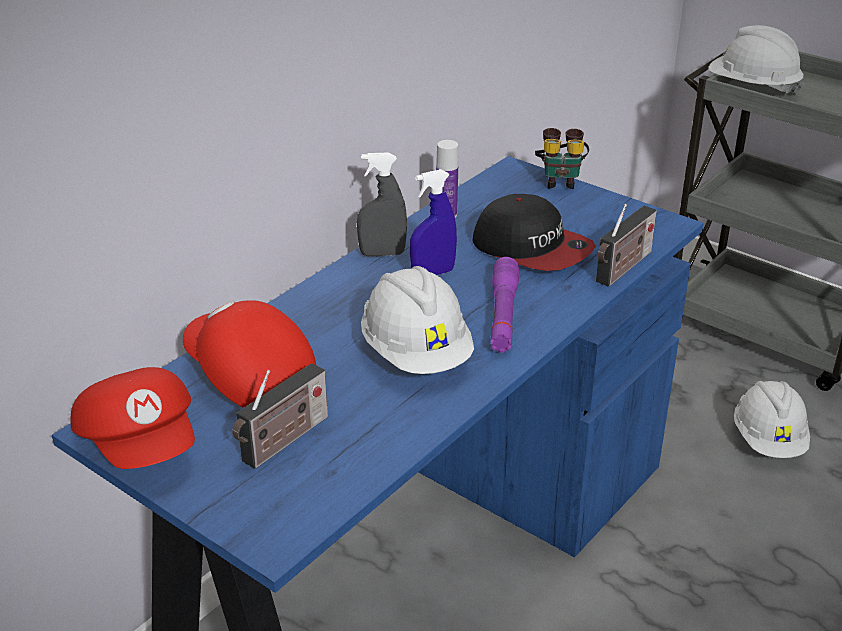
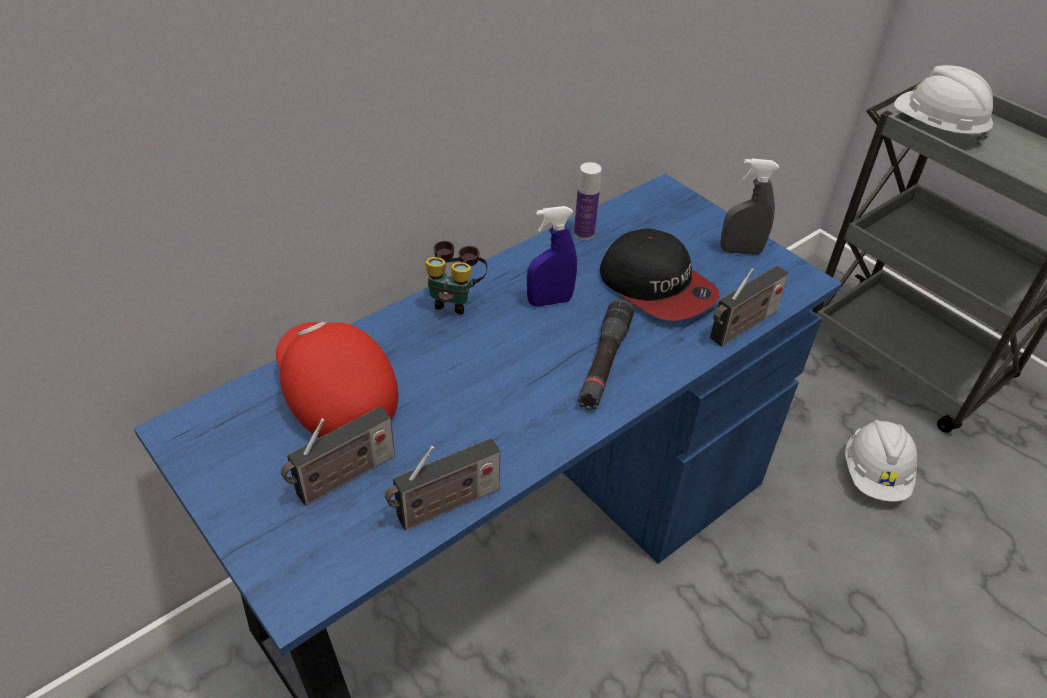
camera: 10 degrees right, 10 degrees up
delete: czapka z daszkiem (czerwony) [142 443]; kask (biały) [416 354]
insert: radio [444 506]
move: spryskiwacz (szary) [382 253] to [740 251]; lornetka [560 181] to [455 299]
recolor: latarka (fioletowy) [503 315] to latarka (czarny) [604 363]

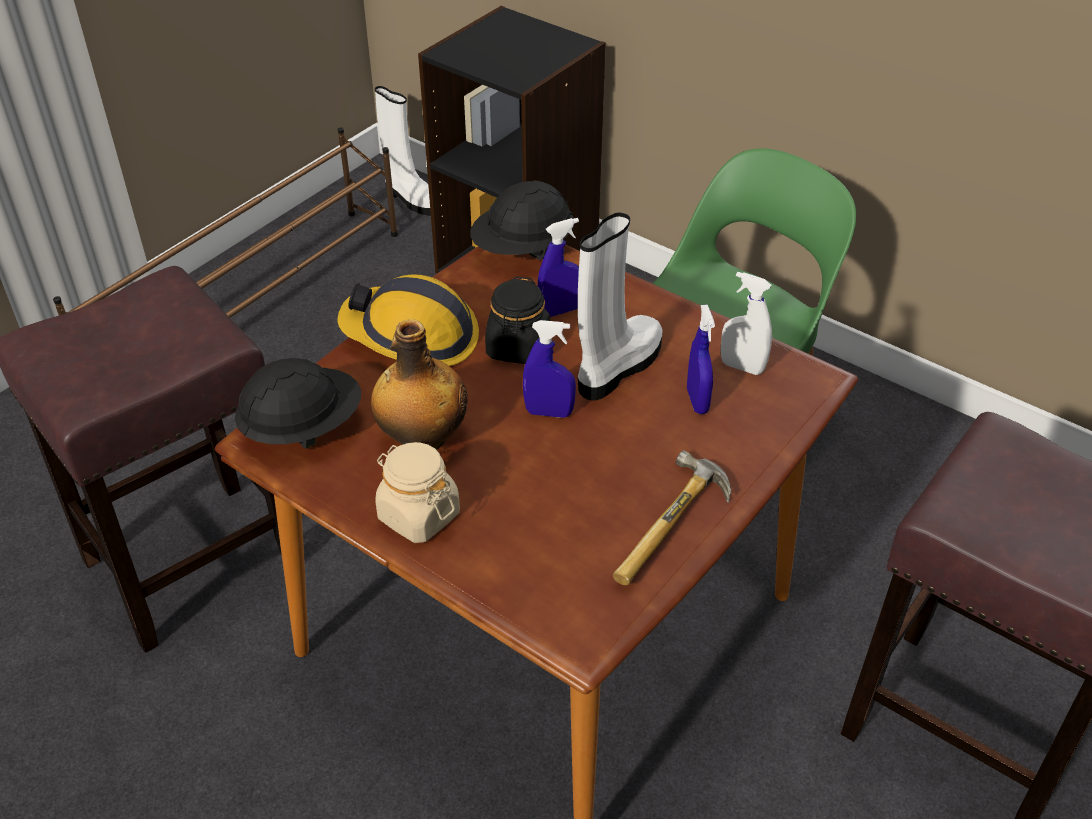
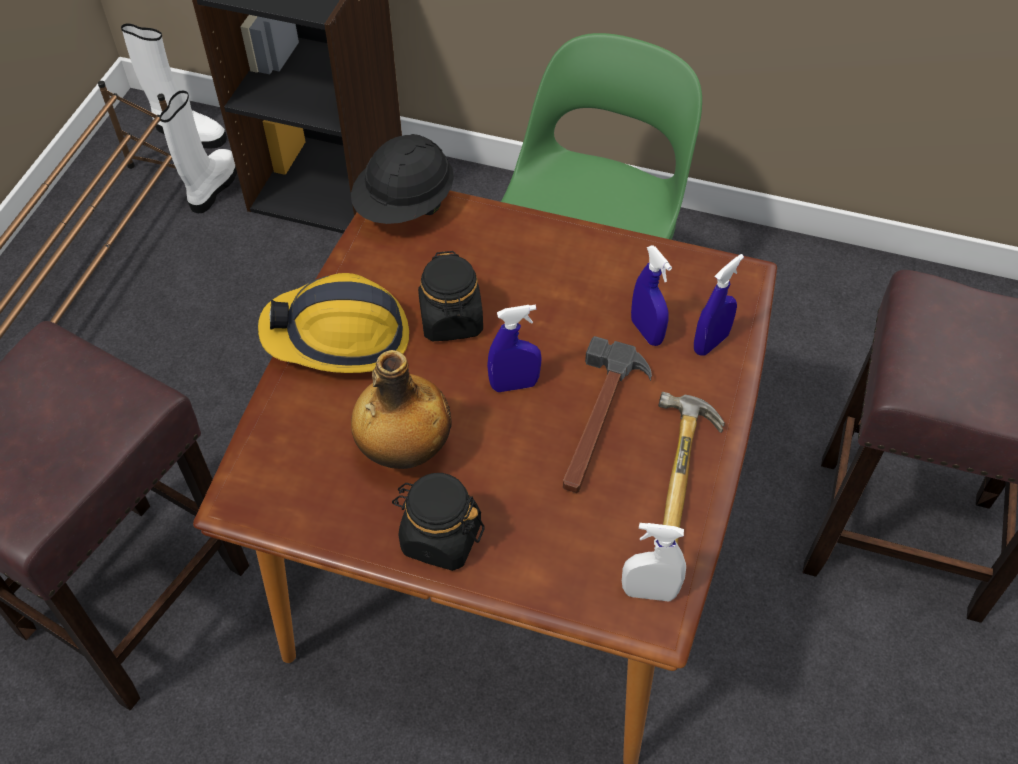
camera: 20 degrees left, 10 degrees up
delete: kask (czarny) [303 428]
insert: młotek [598 420]
move: spryskiwacz (niebieski) [560 311] to [710 343]; but z cholewką (biały) [617 367] to [212 187]; spryskiwacz (biały) [742 367] to [649 592]
recolor: słoik (beżowy) [418 515] to słoik (czarny) [440 537]

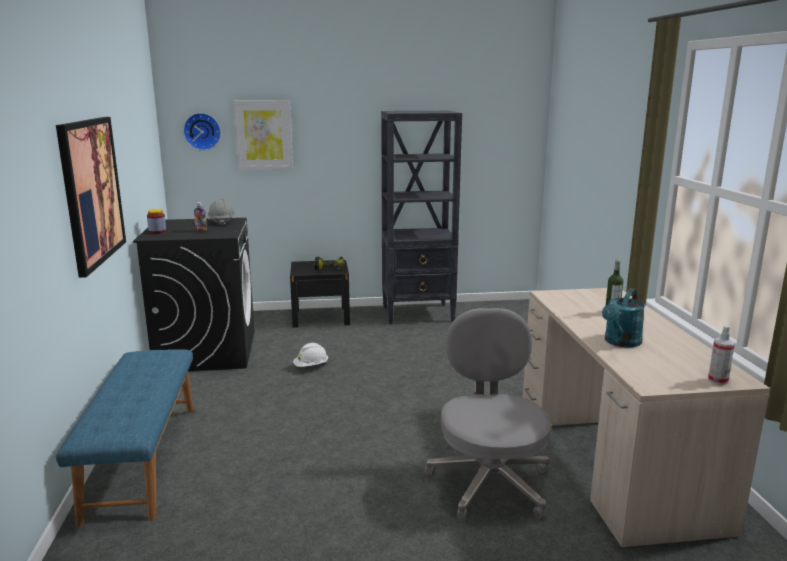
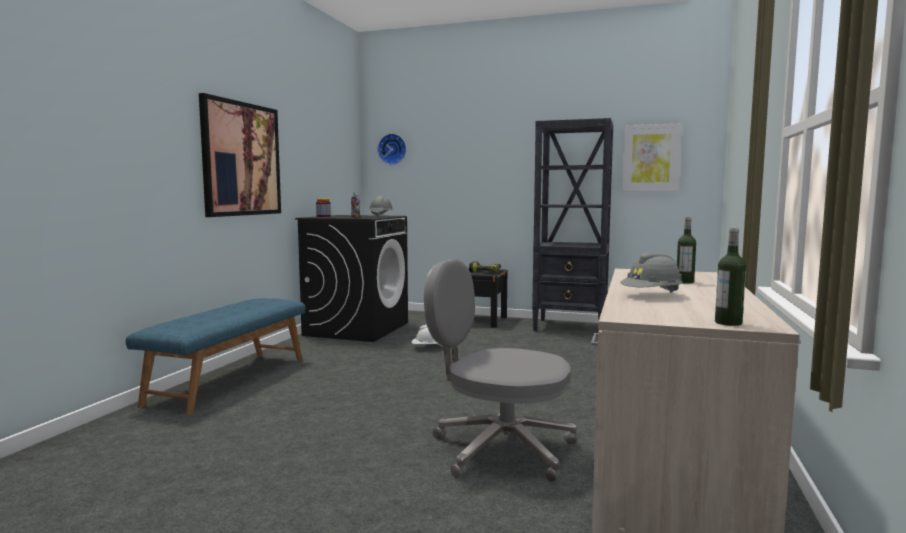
camera: 25 degrees right, 10 degrees down
move: obraz [263 135] to [650 158]
replace: konewka (turkusowy) [620 342] to kask (szary) [651 295]; spryskiwacz [717 380] to butelka [728 323]
rotate: krzesło biurowe (szary) [490 481] = [500 449] 90 degrees counterclockwise

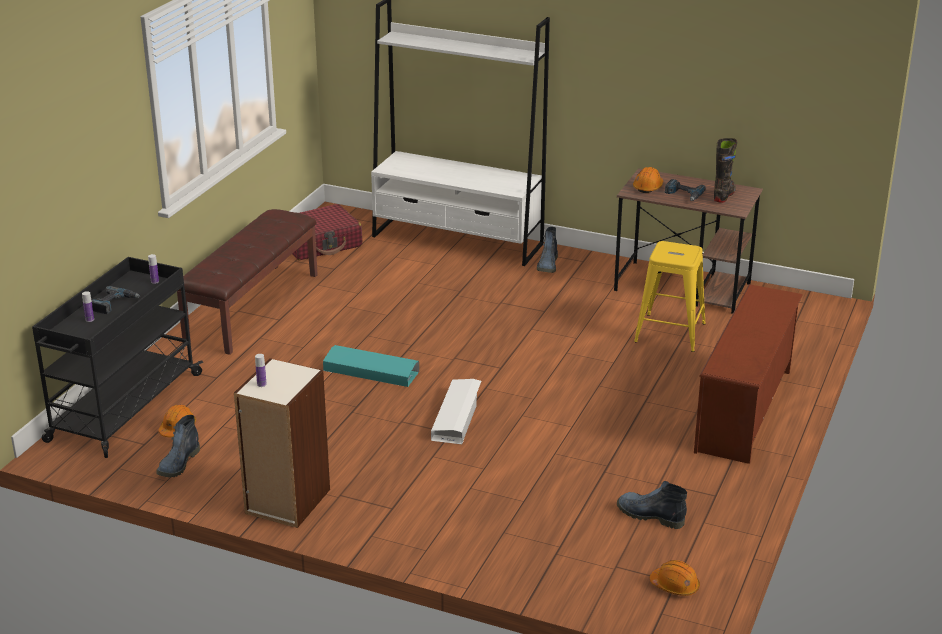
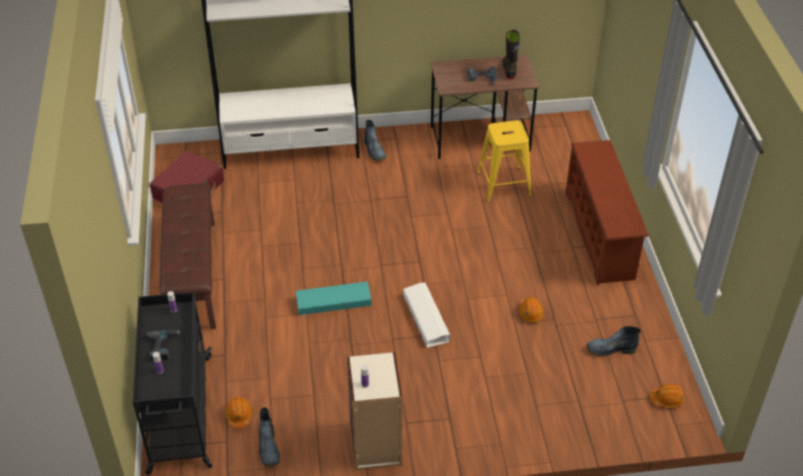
camera: 30 degrees left, 15 degrees up
move: kask (pomarańczowy) [648 187] to [530 313]

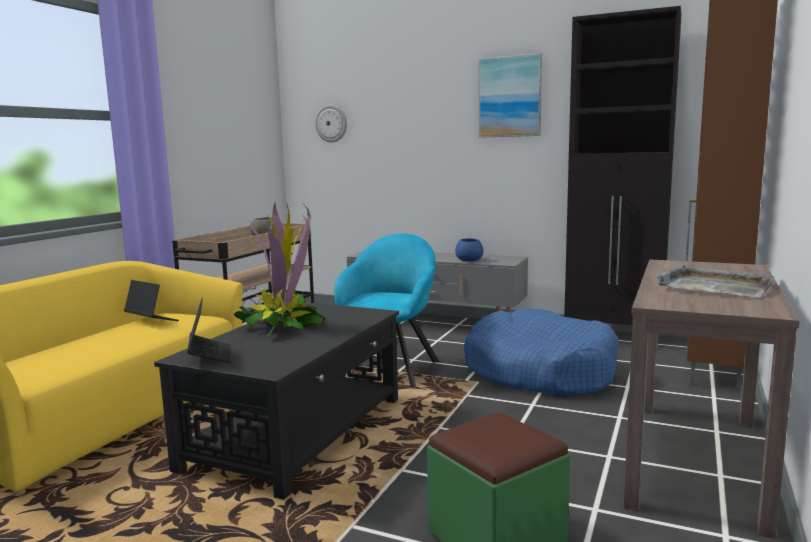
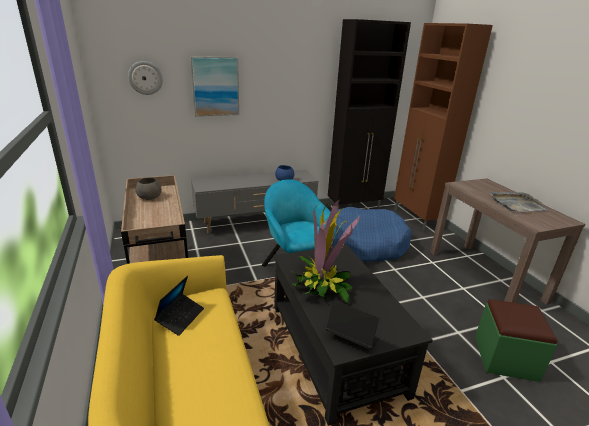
camera: 45 degrees left, 15 degrees up
move: obraz [510 97] to [215 86]
rotate: laptop [151 321] = [180 317] 120 degrees clockwise

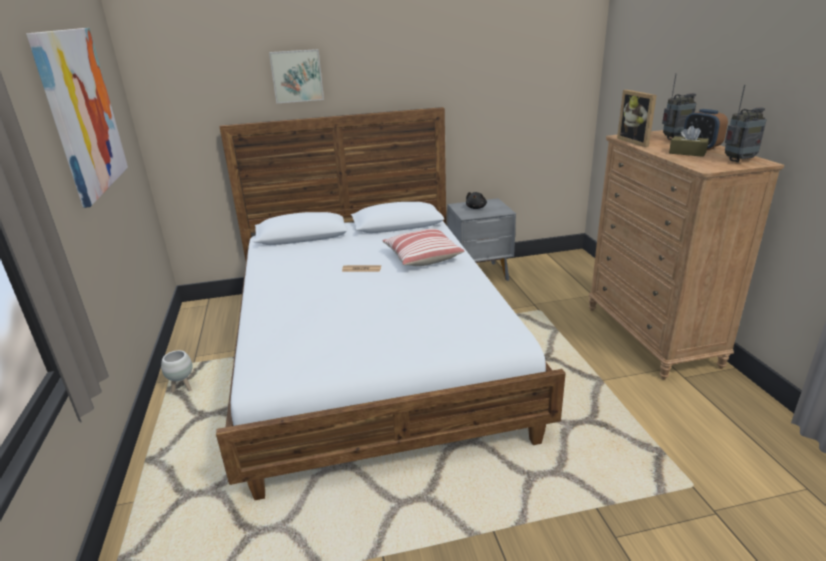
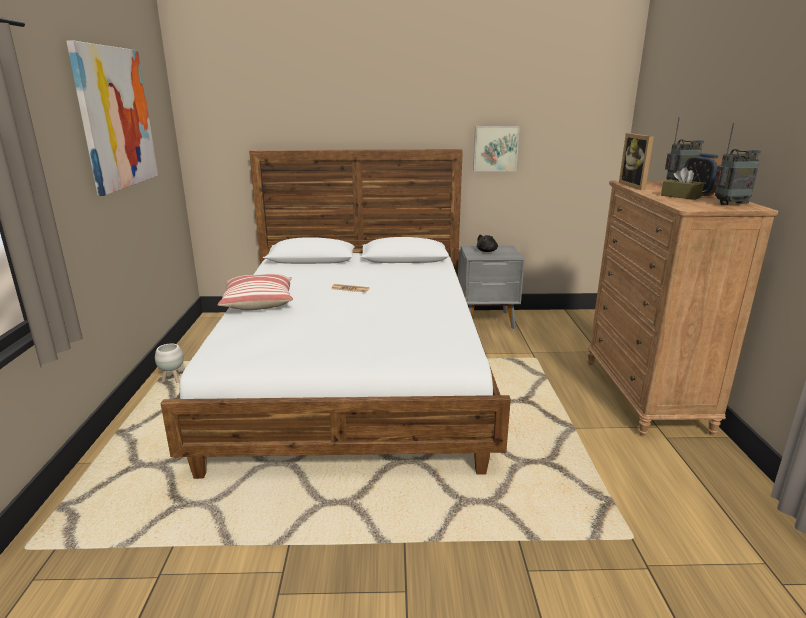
camera: 10 degrees right, 5 degrees down
move: obraz [297 76] to [495 148]; poduszka [422 257] to [258 302]

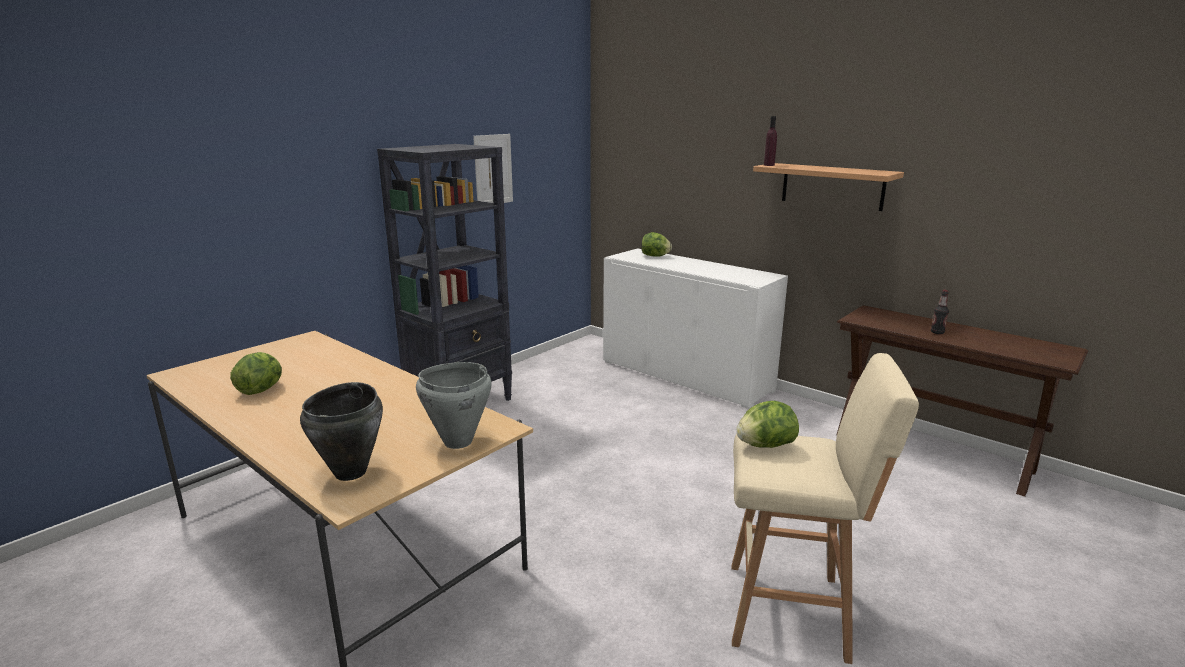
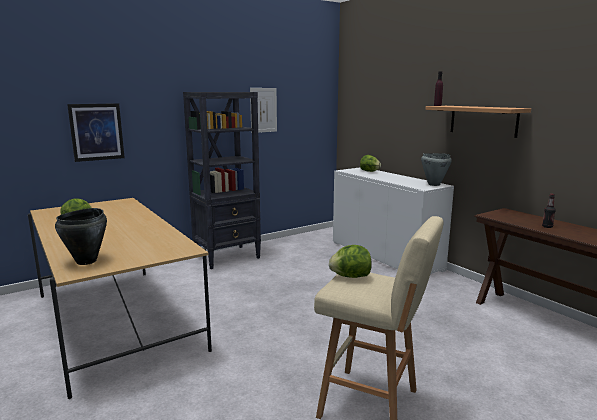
camera: 15 degrees right, 5 degrees down
insert: obraz [96 132]
move: garnek (szary) [457 441] to [433 184]

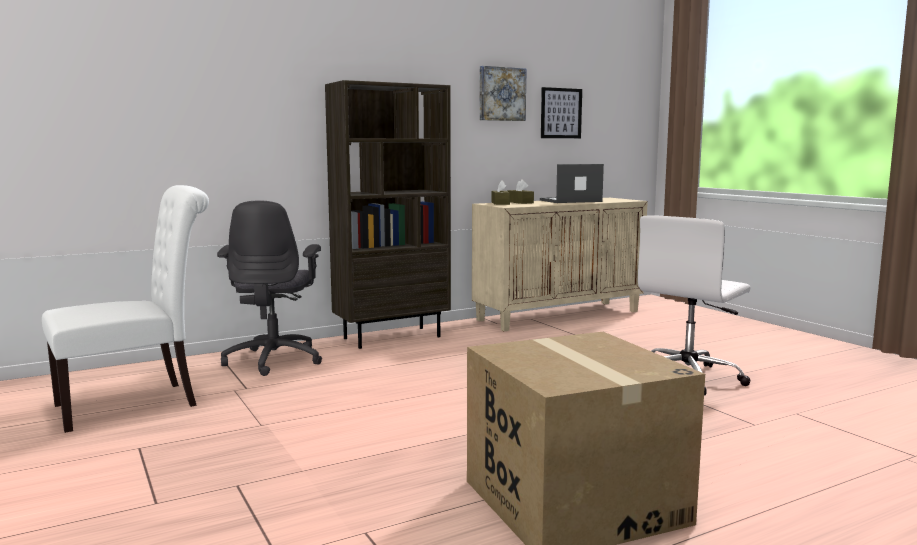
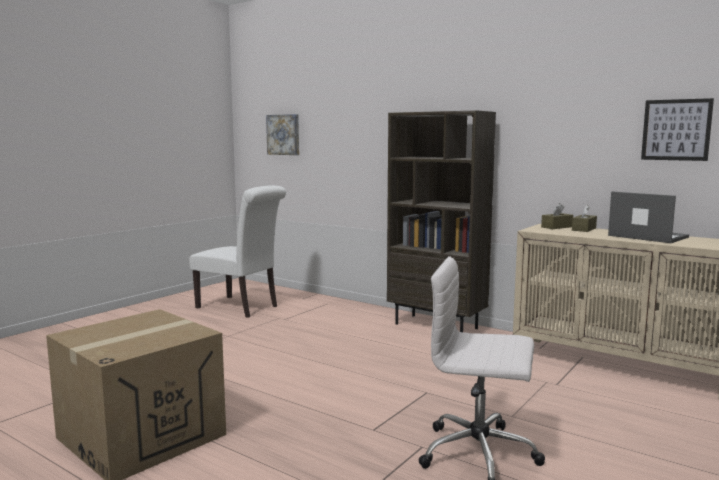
camera: 65 degrees right, 0 degrees up
delete: krzesło biurowe (szary) [275 360]
move: obraz [501 94] to [284 134]

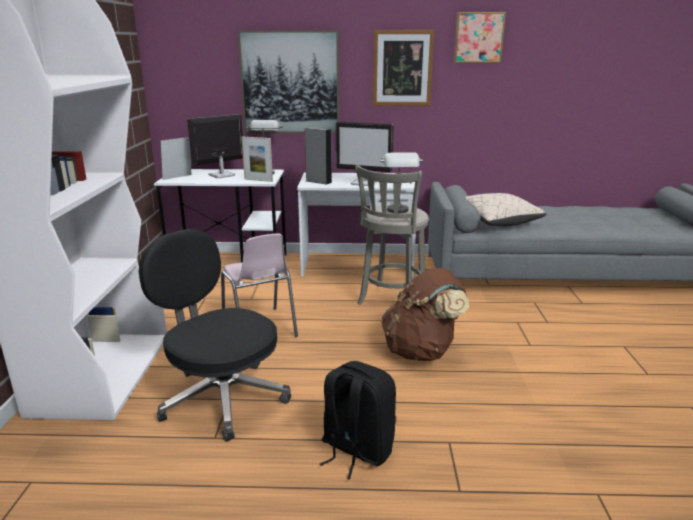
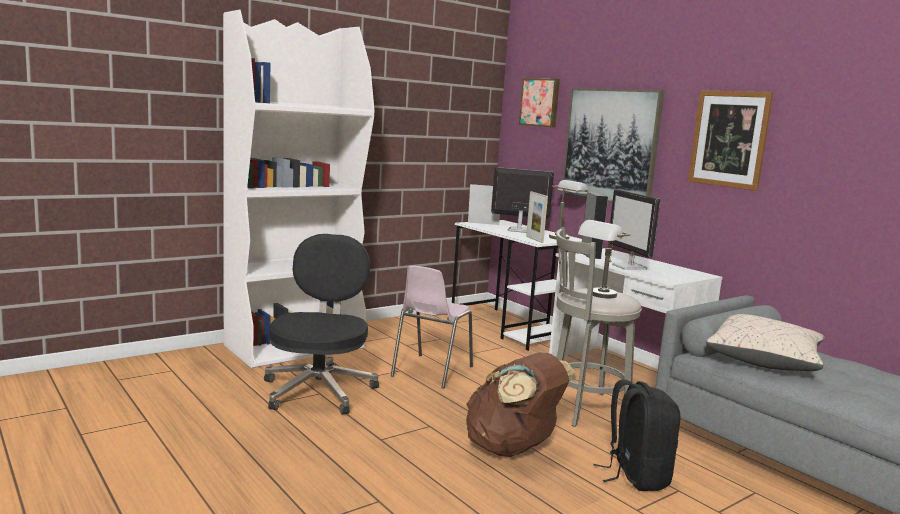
camera: 50 degrees right, 10 degrees down
move: plecak (czarny) [356 450] to [635 476]; obraz [478 37] to [540 102]

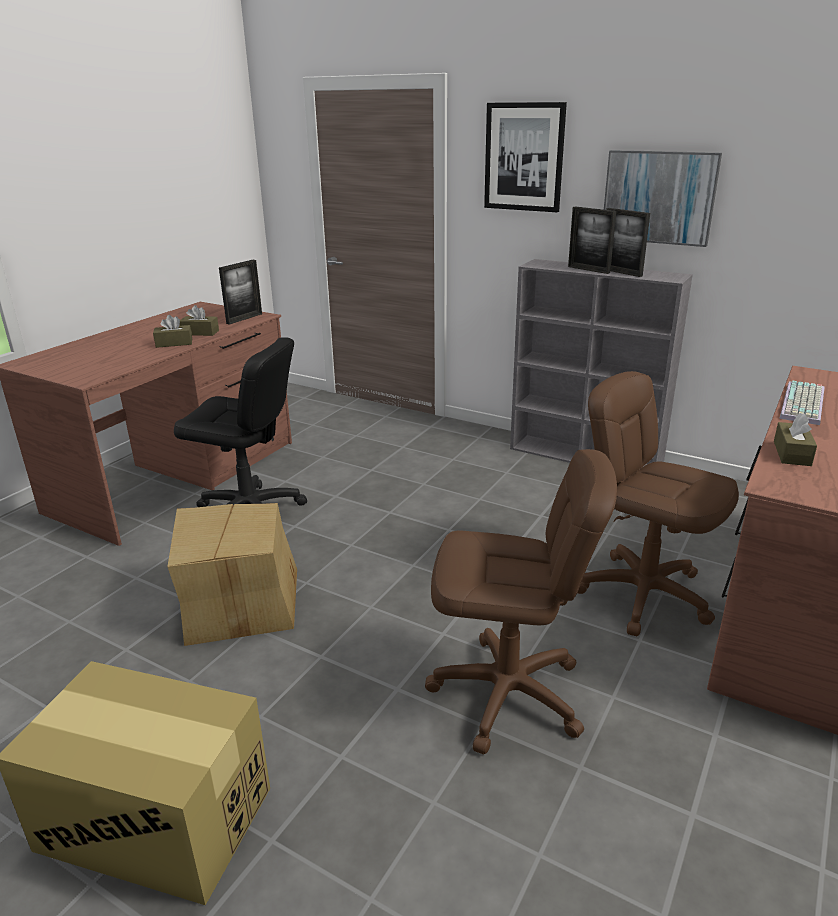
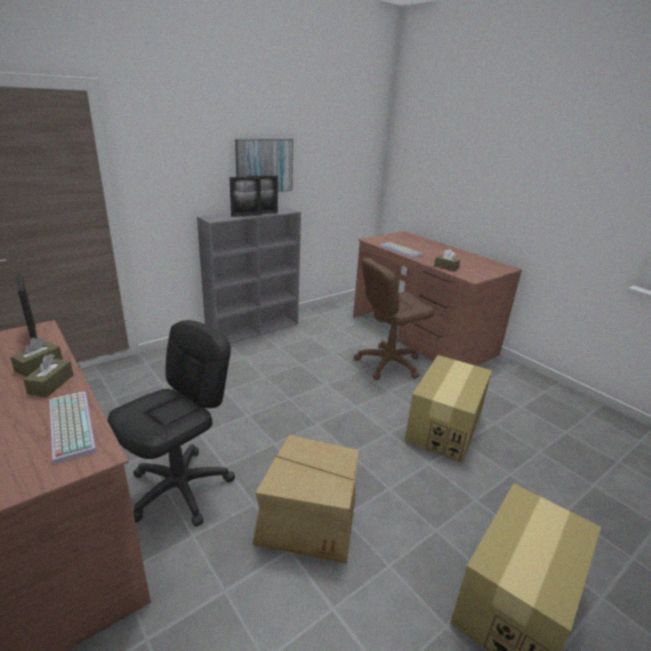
camera: 70 degrees left, 0 degrees up
delete: obraz [524 157]
insert: klawiatura [69 425]
replace: krzesło biurowe (brązowy) [508 694] to karton [444 427]

